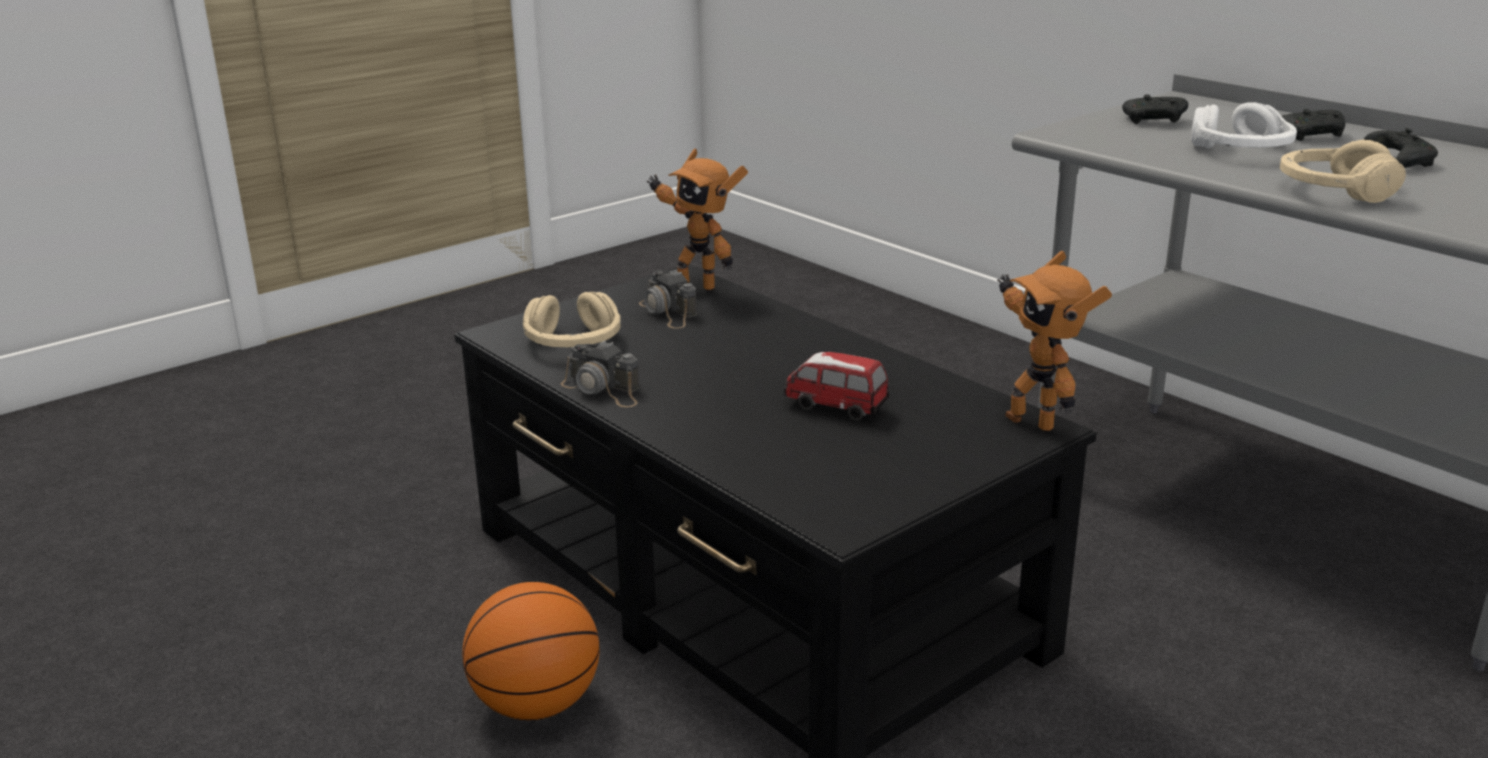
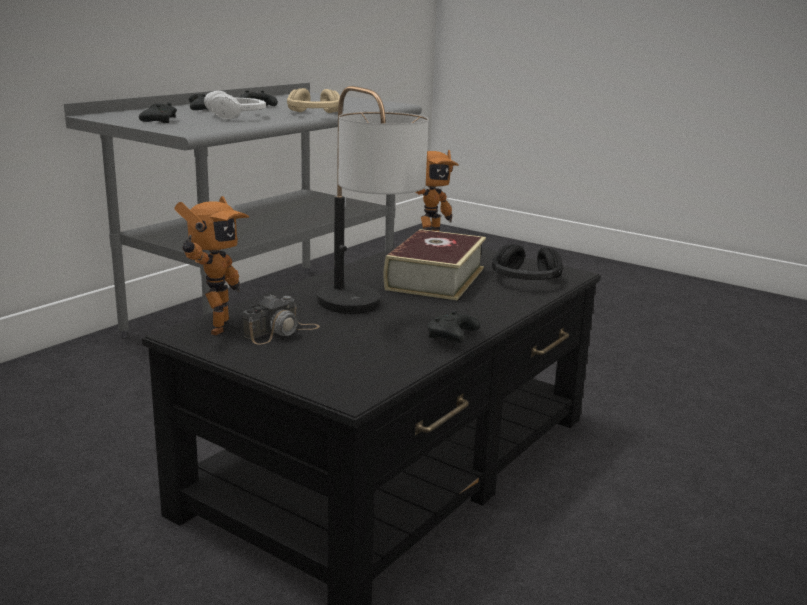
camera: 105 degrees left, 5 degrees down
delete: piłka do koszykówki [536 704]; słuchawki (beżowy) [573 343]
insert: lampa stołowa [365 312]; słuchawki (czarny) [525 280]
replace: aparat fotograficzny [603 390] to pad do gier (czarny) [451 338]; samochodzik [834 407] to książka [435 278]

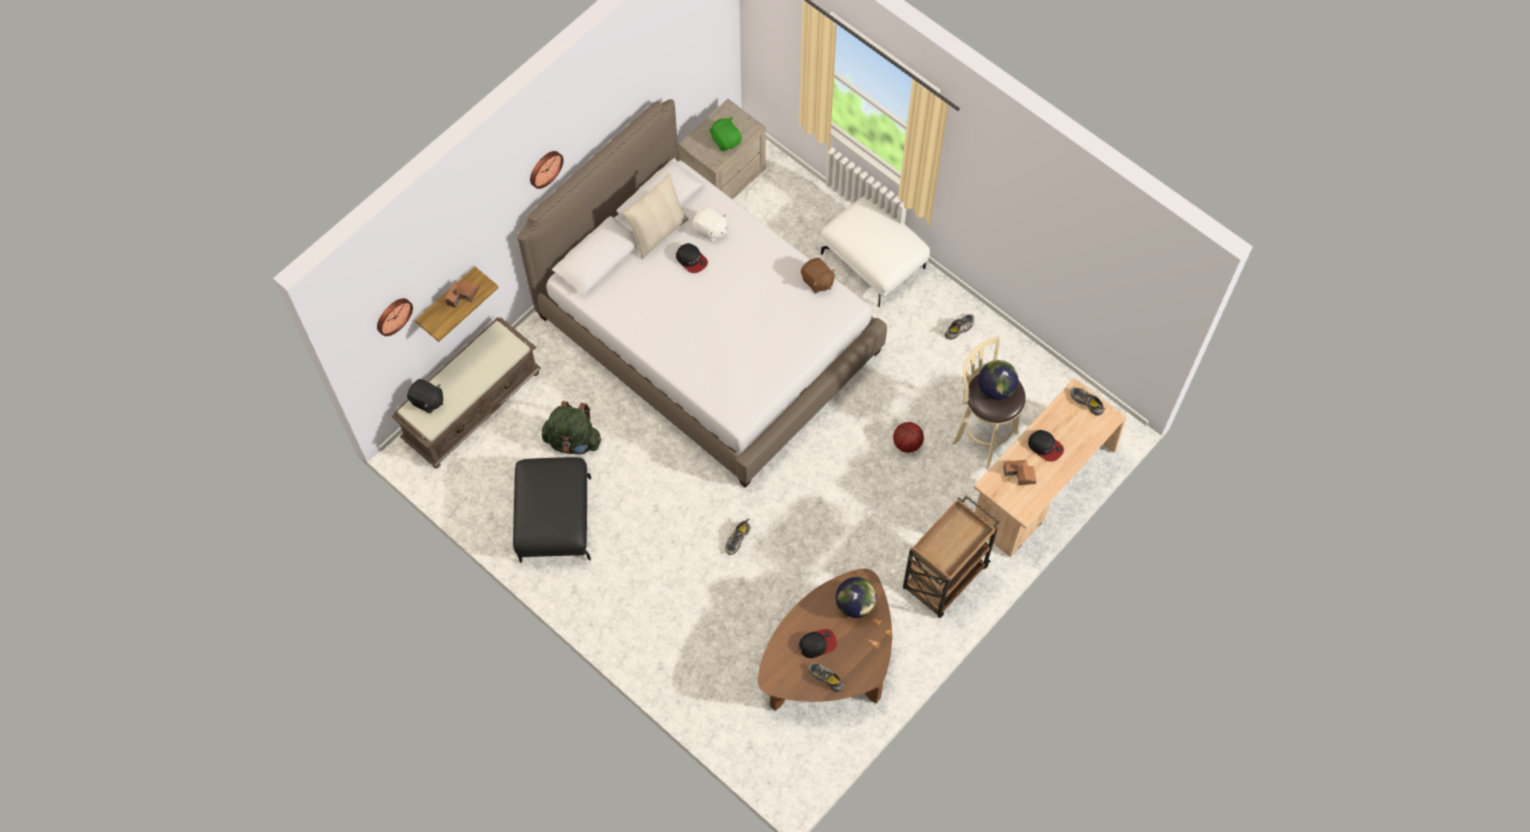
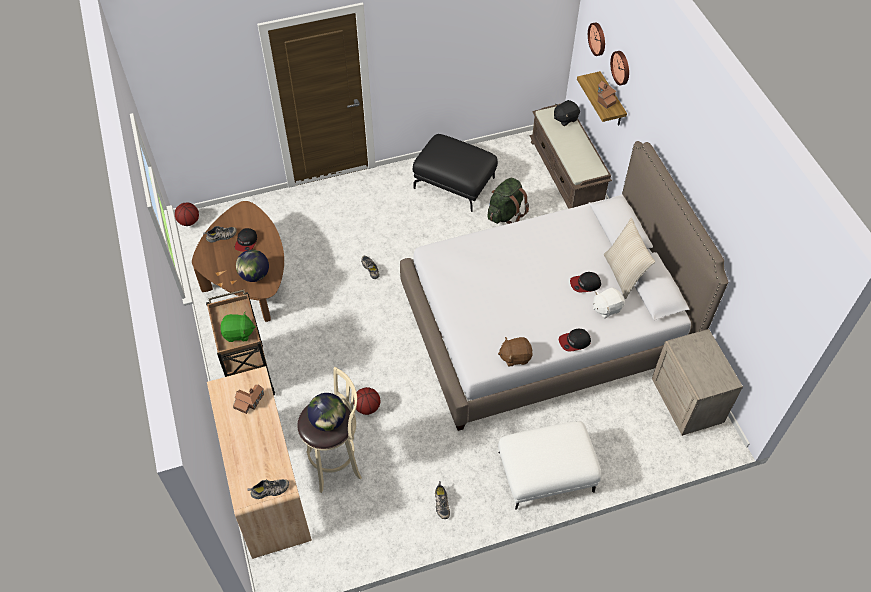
camera: 120 degrees right, 10 degrees down
insert: piłka do koszykówki [189 221]
move: zegar ścienny [544 168] to [621 67]; pluszak (zielony) [726 140] to [238 333]; czapka z daszkiem [1045 447] to [574 342]

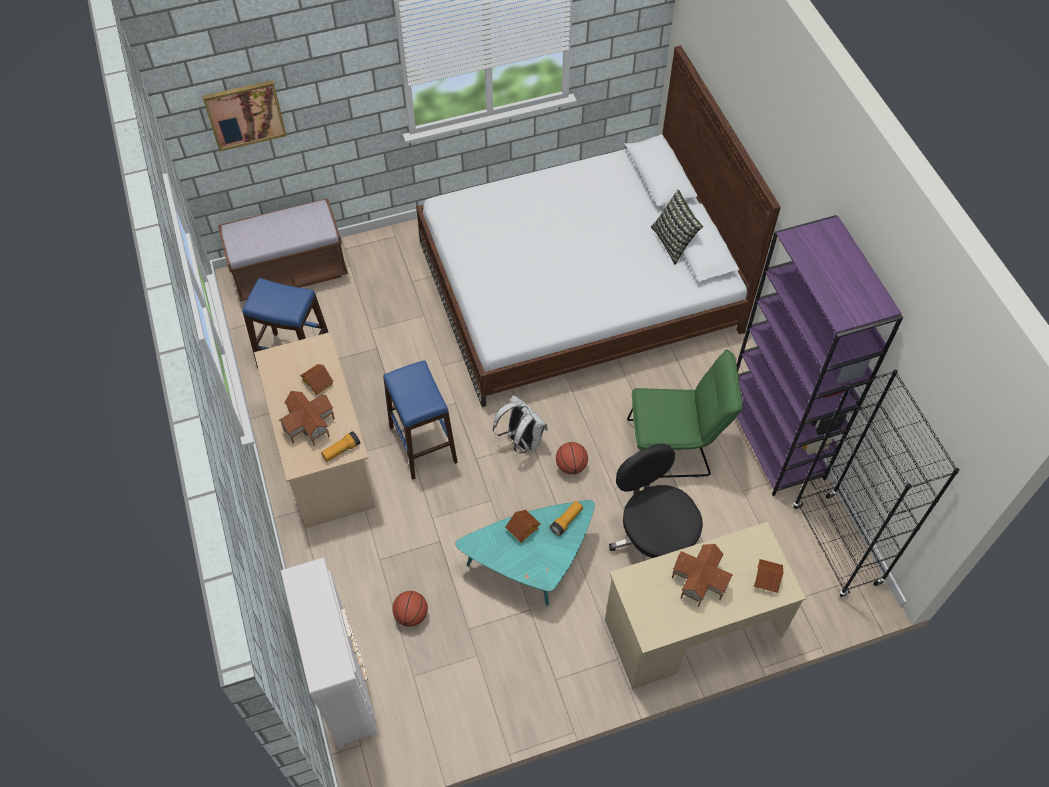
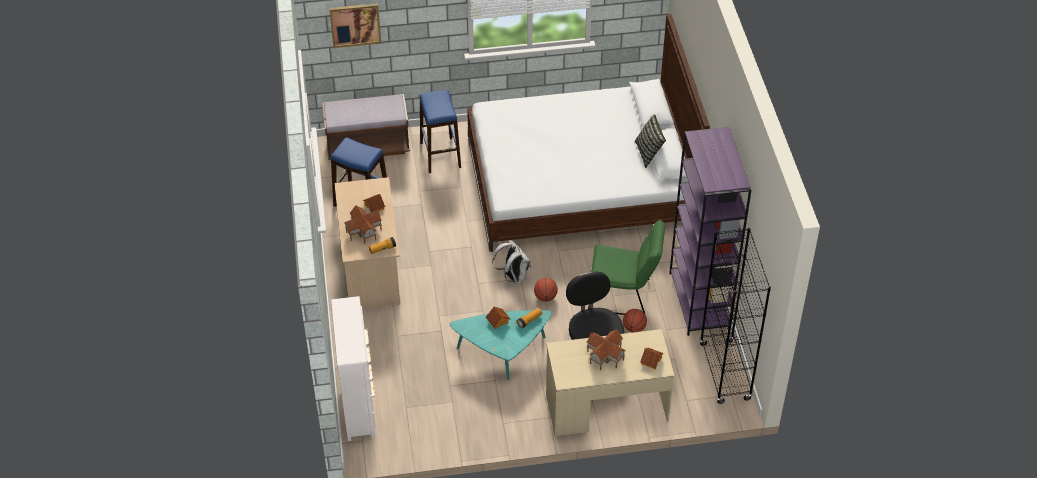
camera: 10 degrees right, 10 degrees down
move: stołek (niebieski) [423 444] to [440 155]; piłka do koszykówki [411 615] to [634 328]

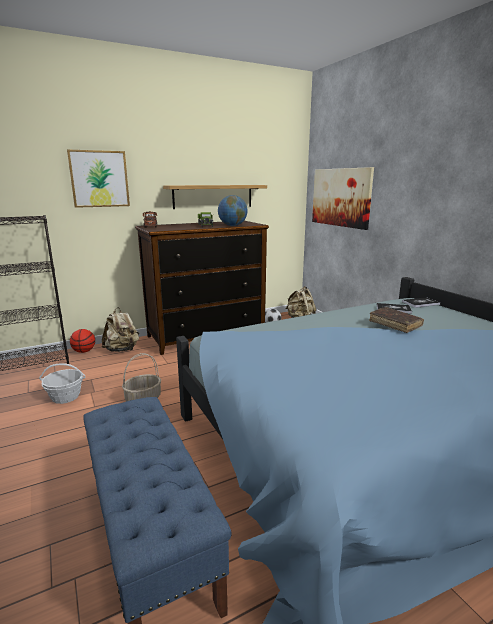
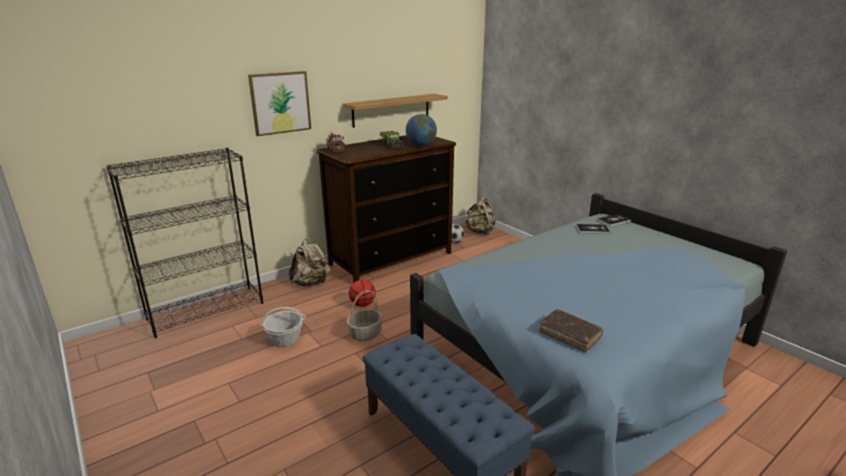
camera: 10 degrees left, 5 degrees up
delete: obraz [341 197]
move: piłka do koszykówki [84 351] to [363 304]; książka (brązowy) [395 324] to [570 335]

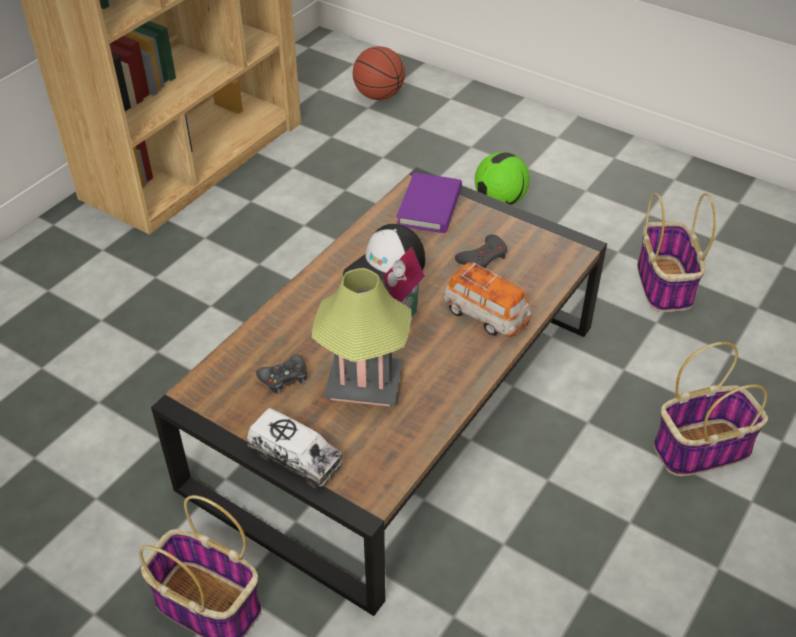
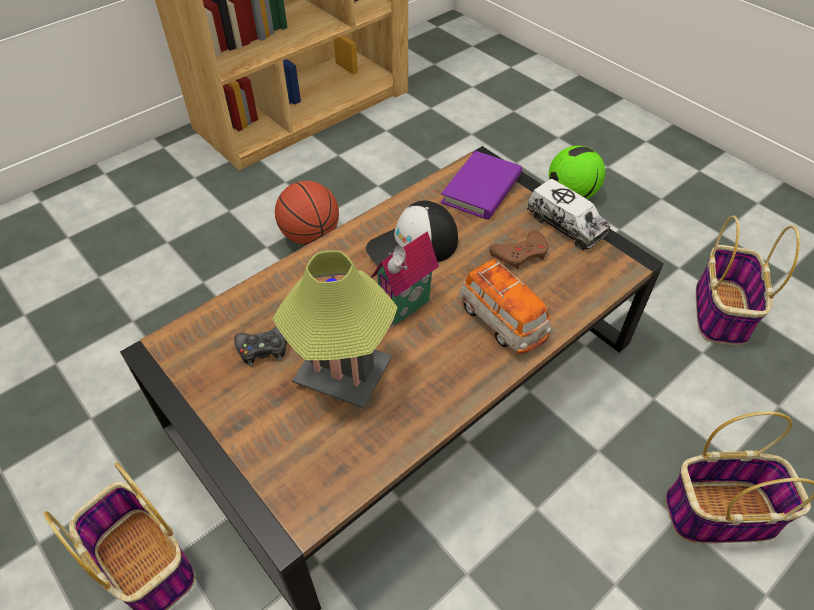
camera: 15 degrees right, 5 degrees up
move: ciężarówka zabawkowa [295 458] to [565 225]; piłka do koszykówki [378 96] to [310 236]
recolor: pad do gier (szary) [483 257] to pad do gier (brązowy) [520 253]

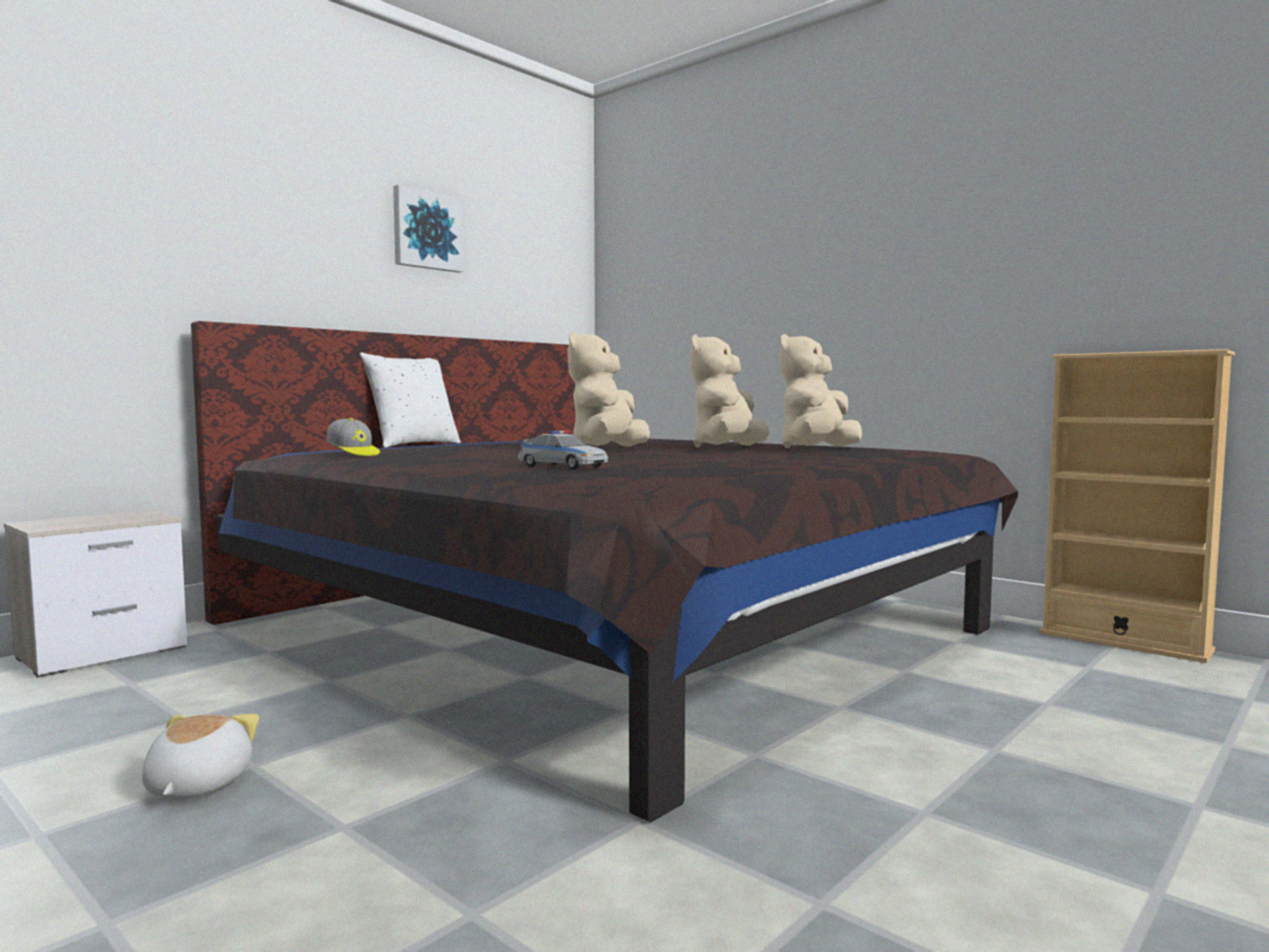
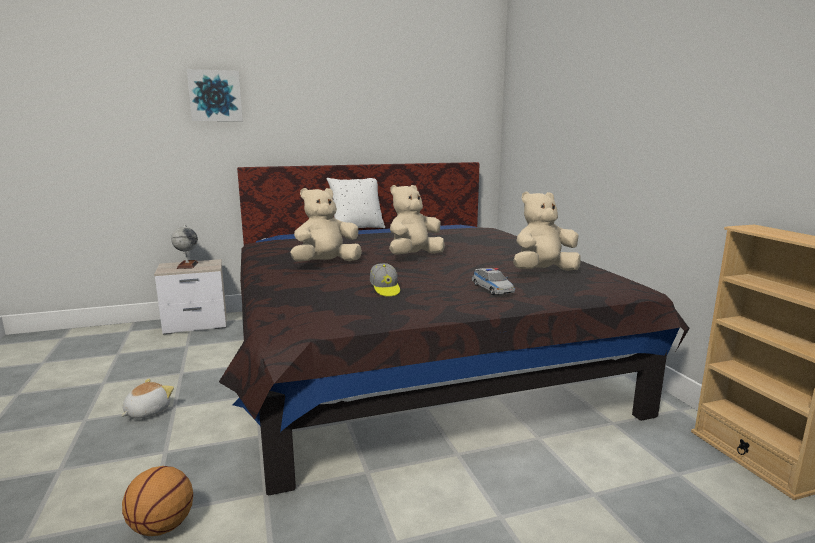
camera: 30 degrees right, 10 degrees up
insert: piłka do koszykówki [162 527]; globus [187 265]
move: czapka z daszkiem [354 454] to [385 289]; obraz [426 230] to [215 96]; samochodzik [562 466] to [492 289]; pluszak (beżowy) [727 448] to [326 263]

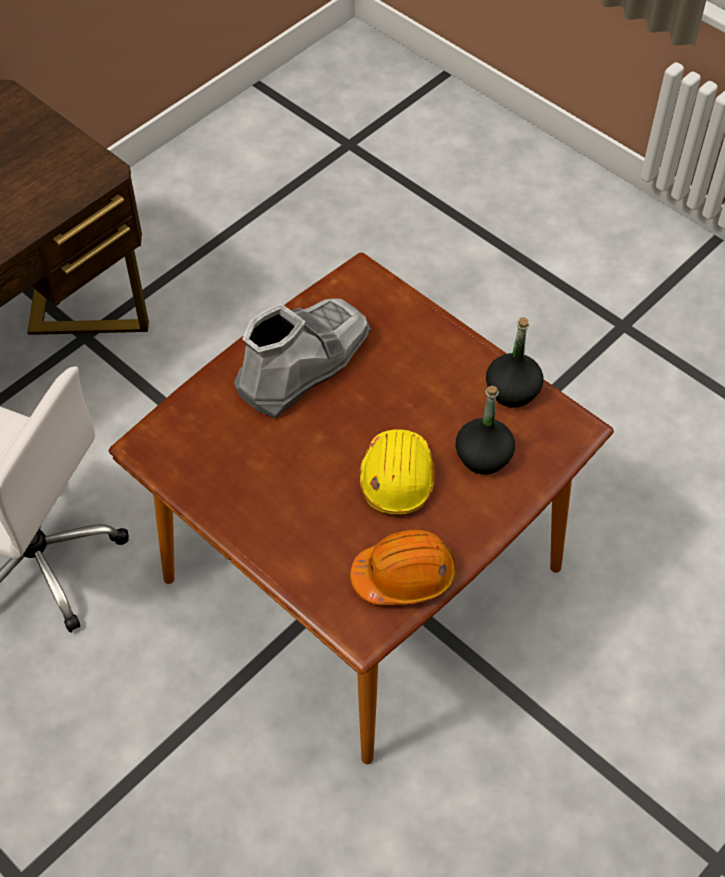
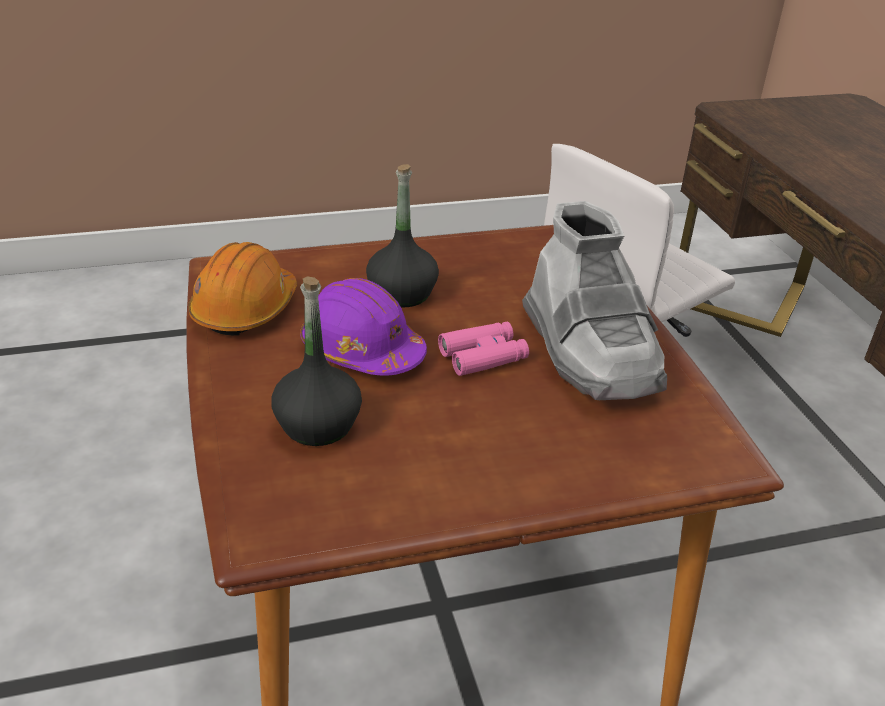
camera: 120 degrees right, 20 degrees down
insert: lornetka (różowy) [483 356]
move: butelka (czarny) [513 391] to [401 294]
recolor: kask (żółty) [397 478] to kask (fioletowy) [362 351]

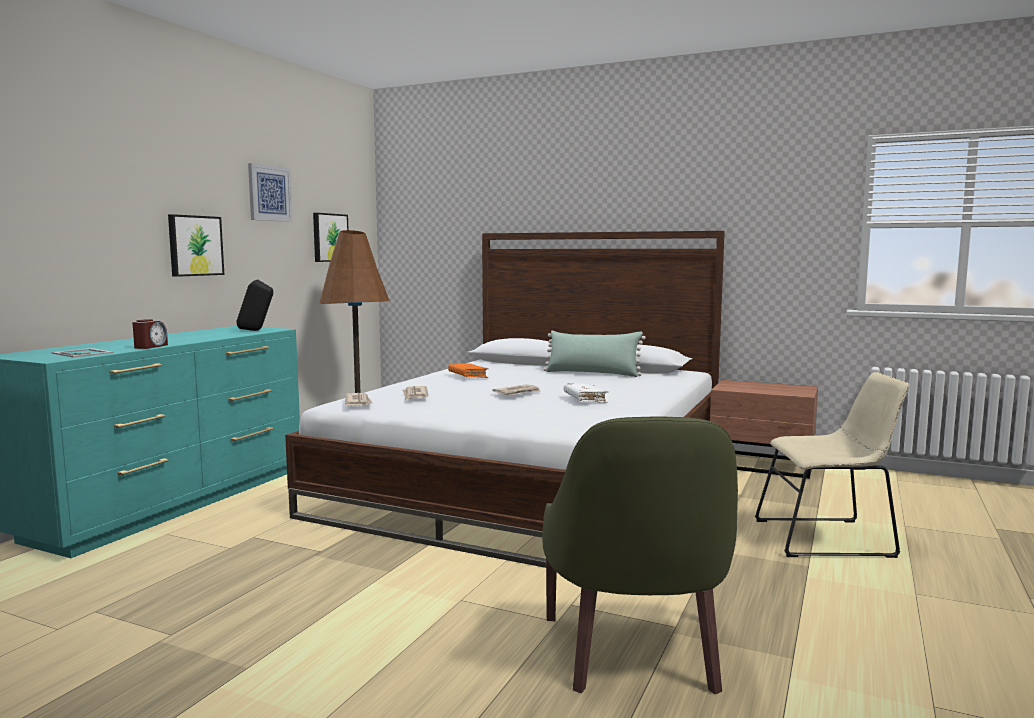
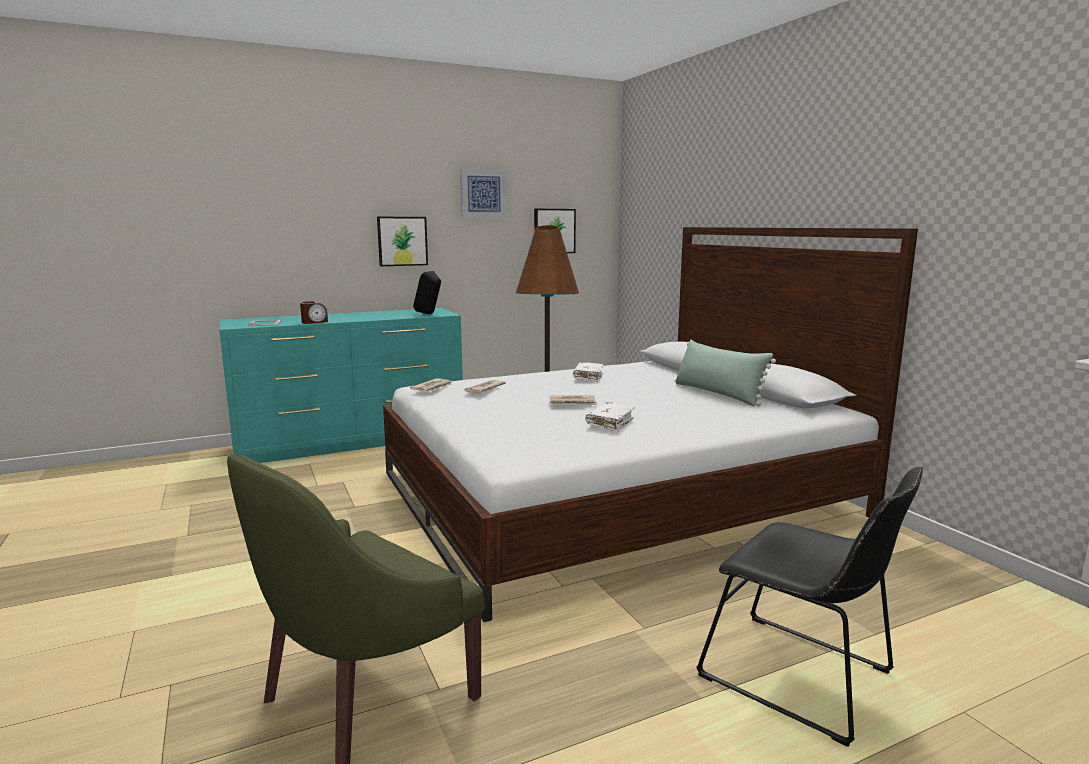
camera: 40 degrees right, 5 degrees up
delete: szafka nocna (brązowy) [762 465]
recolor: książka (pomarańczowy) [468 376] to książka (biały) [588 377]; krzesło (beżowy) [829 538] to krzesło (czarny) [803 678]

